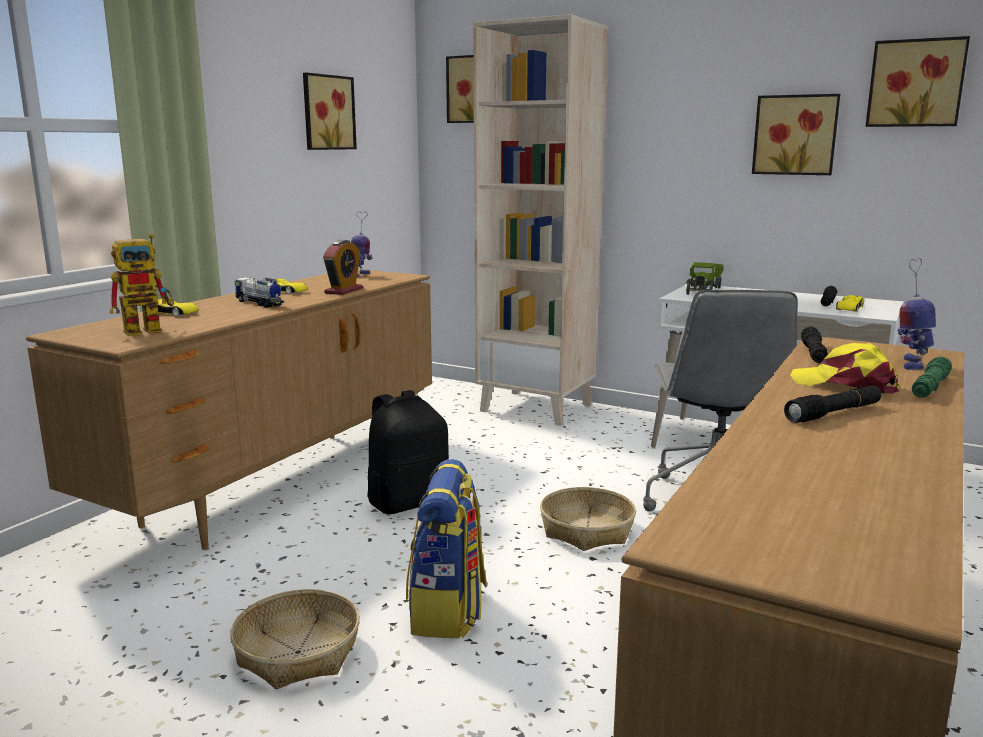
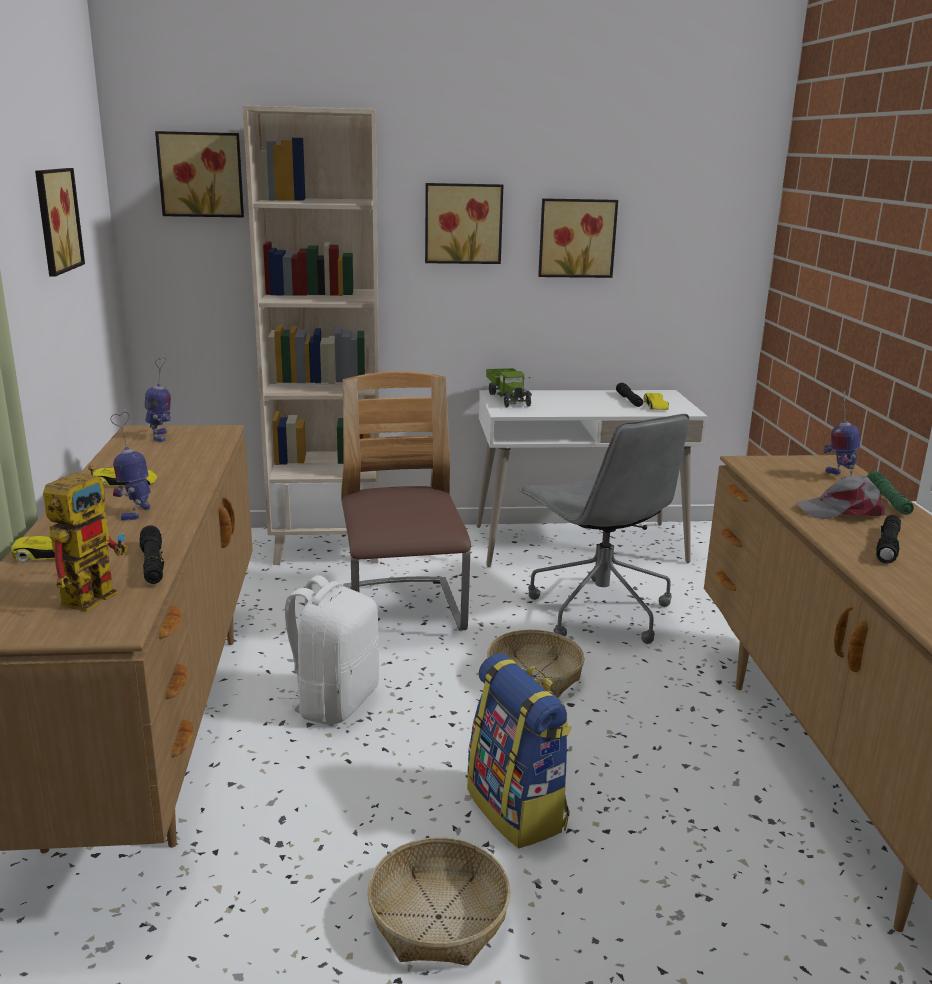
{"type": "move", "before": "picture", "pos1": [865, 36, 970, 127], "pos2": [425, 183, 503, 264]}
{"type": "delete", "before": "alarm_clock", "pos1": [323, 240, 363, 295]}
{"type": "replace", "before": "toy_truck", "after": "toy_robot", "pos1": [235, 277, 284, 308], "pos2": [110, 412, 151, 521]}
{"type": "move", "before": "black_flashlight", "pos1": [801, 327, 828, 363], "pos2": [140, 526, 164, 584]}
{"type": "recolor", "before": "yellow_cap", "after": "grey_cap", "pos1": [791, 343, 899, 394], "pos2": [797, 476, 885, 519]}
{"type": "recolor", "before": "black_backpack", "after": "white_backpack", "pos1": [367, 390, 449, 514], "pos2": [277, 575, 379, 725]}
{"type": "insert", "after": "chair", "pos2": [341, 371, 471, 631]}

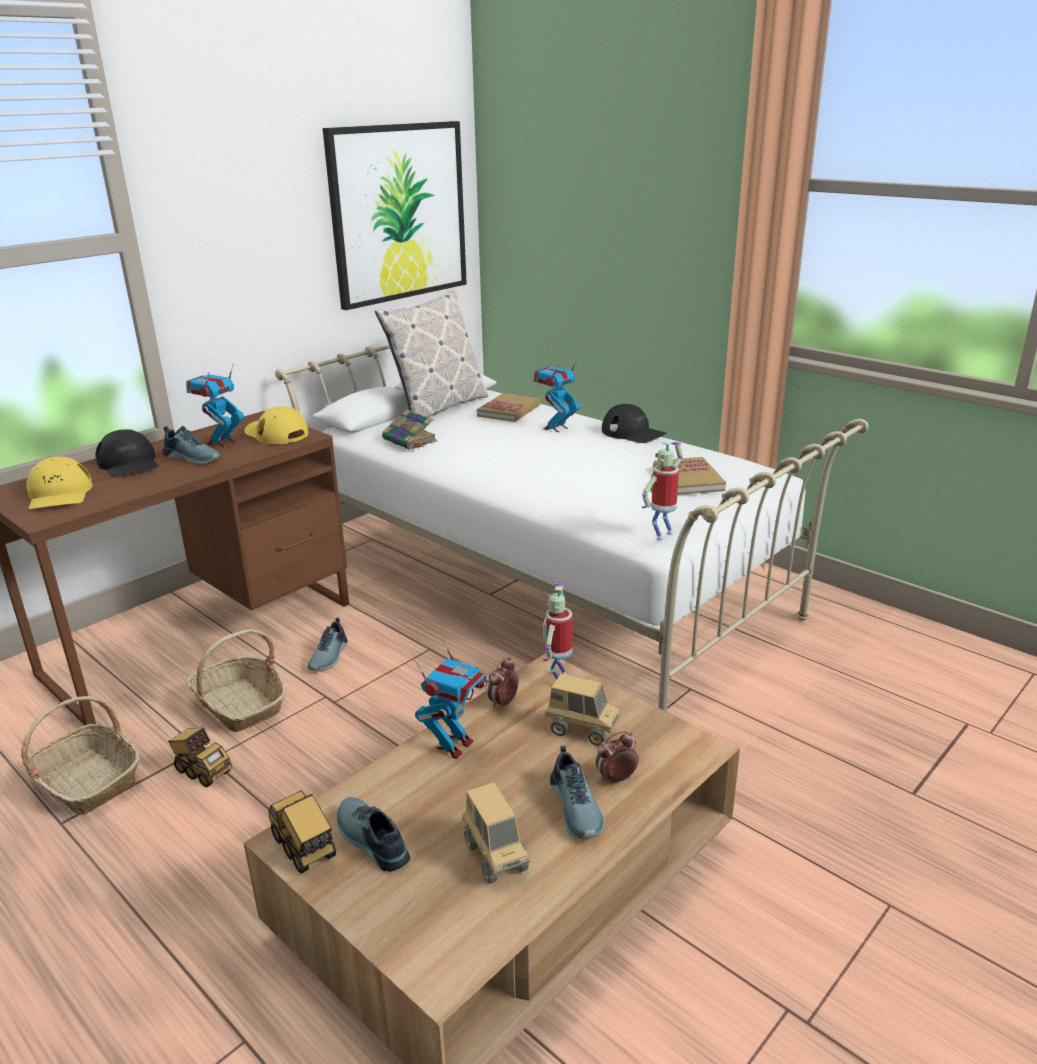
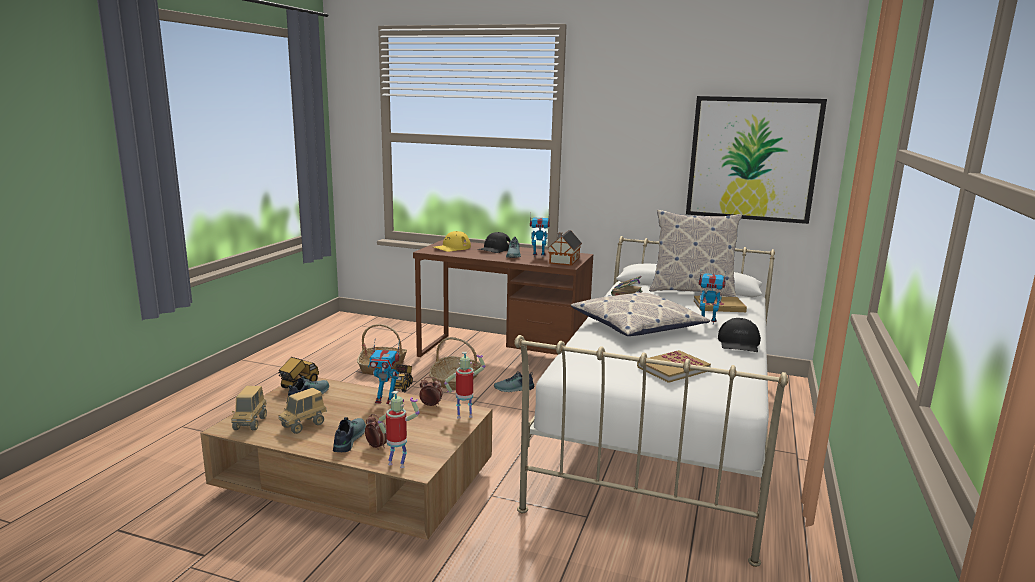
{"type": "replace", "before": "yellow_cap", "after": "toy_house", "pos1": [244, 406, 308, 444], "pos2": [547, 230, 582, 266]}
{"type": "move", "before": "toy_robot", "pos1": [642, 441, 683, 541], "pos2": [378, 391, 420, 468]}
{"type": "move", "before": "toy_truck", "pos1": [545, 674, 620, 746], "pos2": [231, 386, 267, 430]}
{"type": "rotate", "before": "shoe", "pos1": [550, 746, 604, 839], "pos2": [333, 417, 366, 452], "turn": 135}
{"type": "insert", "after": "pillow", "pos2": [571, 292, 710, 336]}

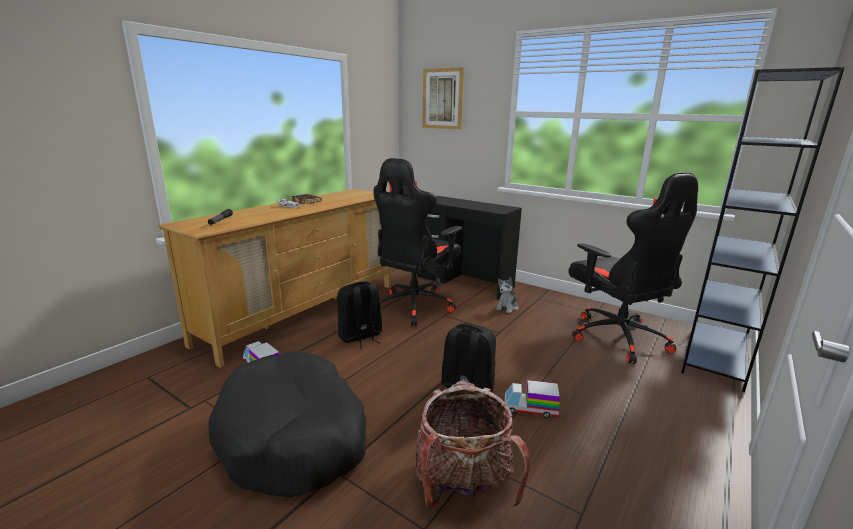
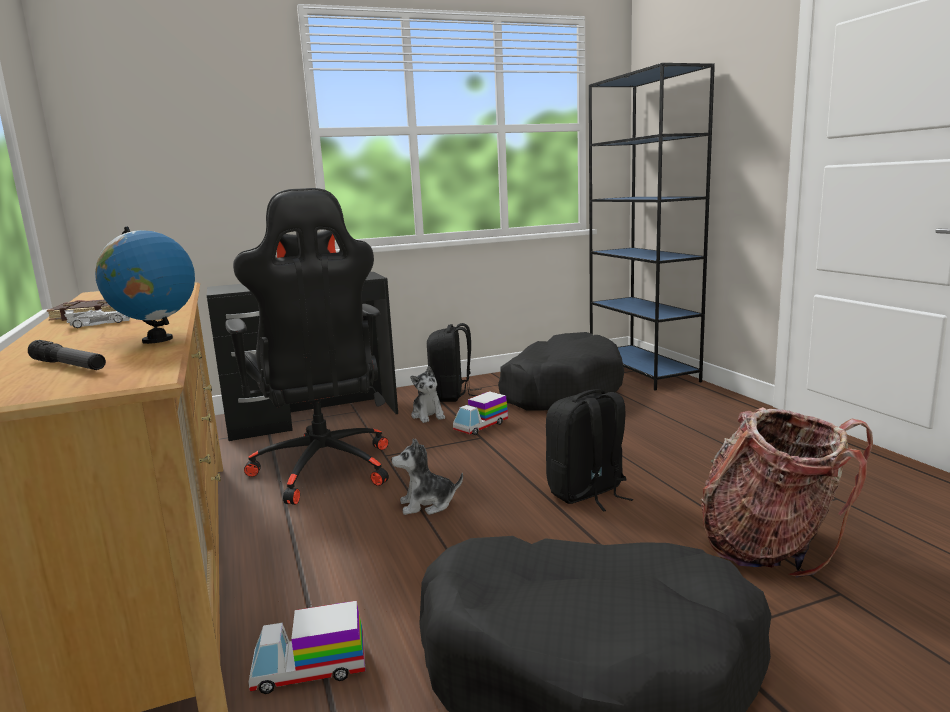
{"type": "delete", "before": "picture", "pos1": [422, 67, 464, 129]}
{"type": "replace", "before": "black_office_chair", "after": "black_dog_bed", "pos1": [568, 172, 698, 364], "pos2": [498, 332, 624, 411]}
{"type": "move", "before": "black_backpack", "pos1": [337, 281, 383, 349], "pos2": [427, 323, 482, 402]}
{"type": "move", "before": "toy_truck", "pos1": [505, 380, 560, 418], "pos2": [453, 391, 508, 435]}
{"type": "insert", "after": "globe", "pos2": [95, 227, 195, 344]}
{"type": "insert", "after": "plush_toy", "pos2": [391, 438, 463, 515]}

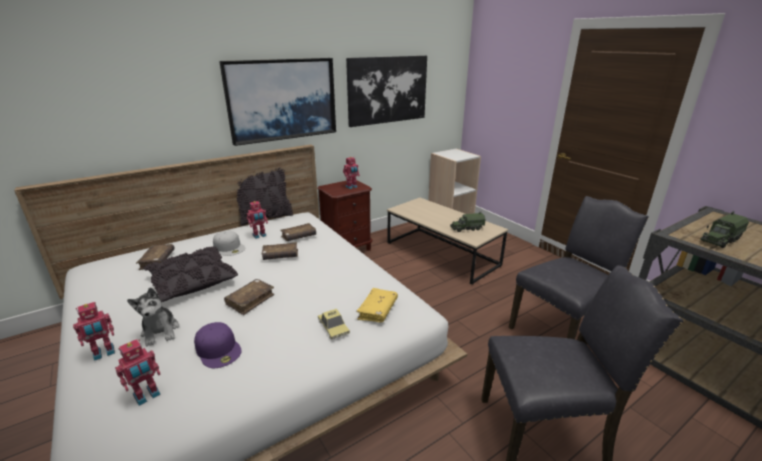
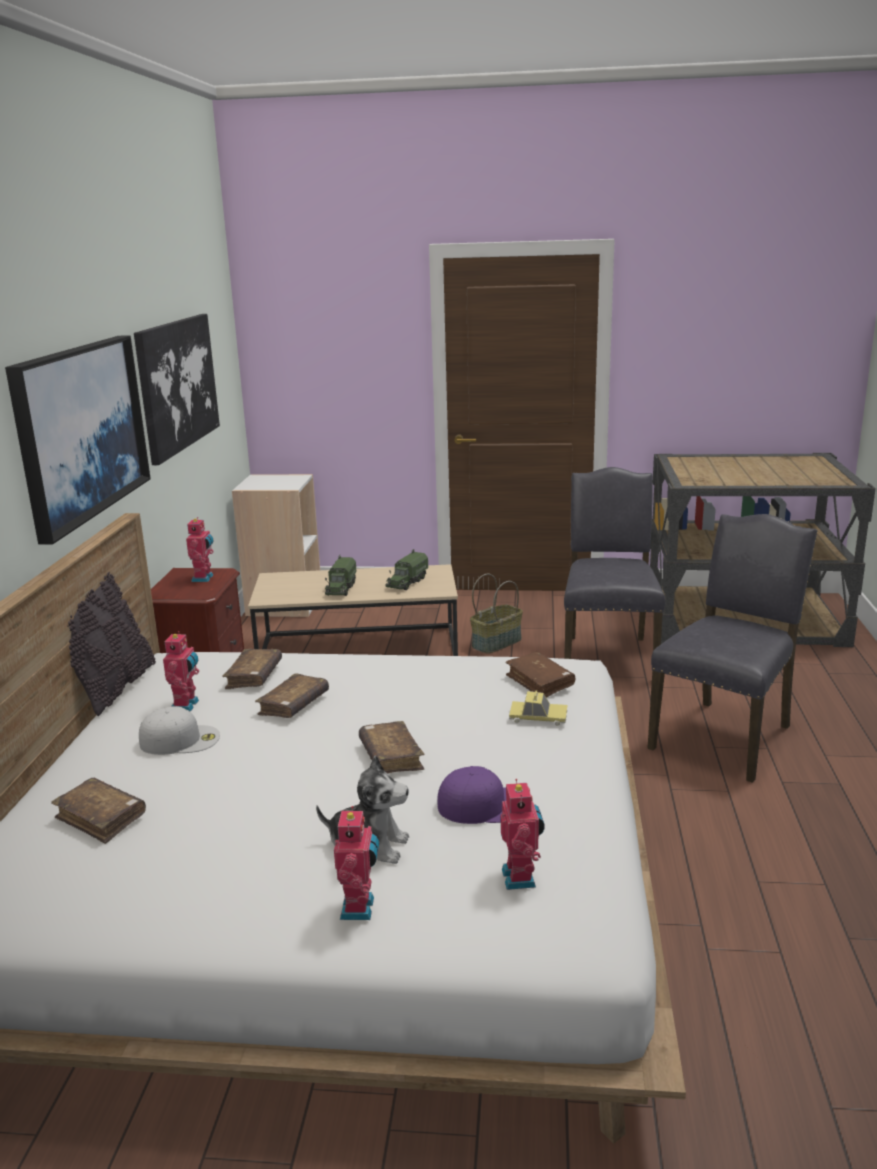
{"type": "move", "before": "toy_truck", "pos1": [700, 211, 749, 248], "pos2": [325, 555, 357, 596]}
{"type": "delete", "before": "black_pillow", "pos1": [143, 246, 238, 302]}
{"type": "recolor", "before": "yellow_book", "after": "brown_book", "pos1": [356, 288, 398, 323], "pos2": [506, 652, 575, 698]}
{"type": "insert", "after": "basket", "pos2": [470, 574, 523, 654]}

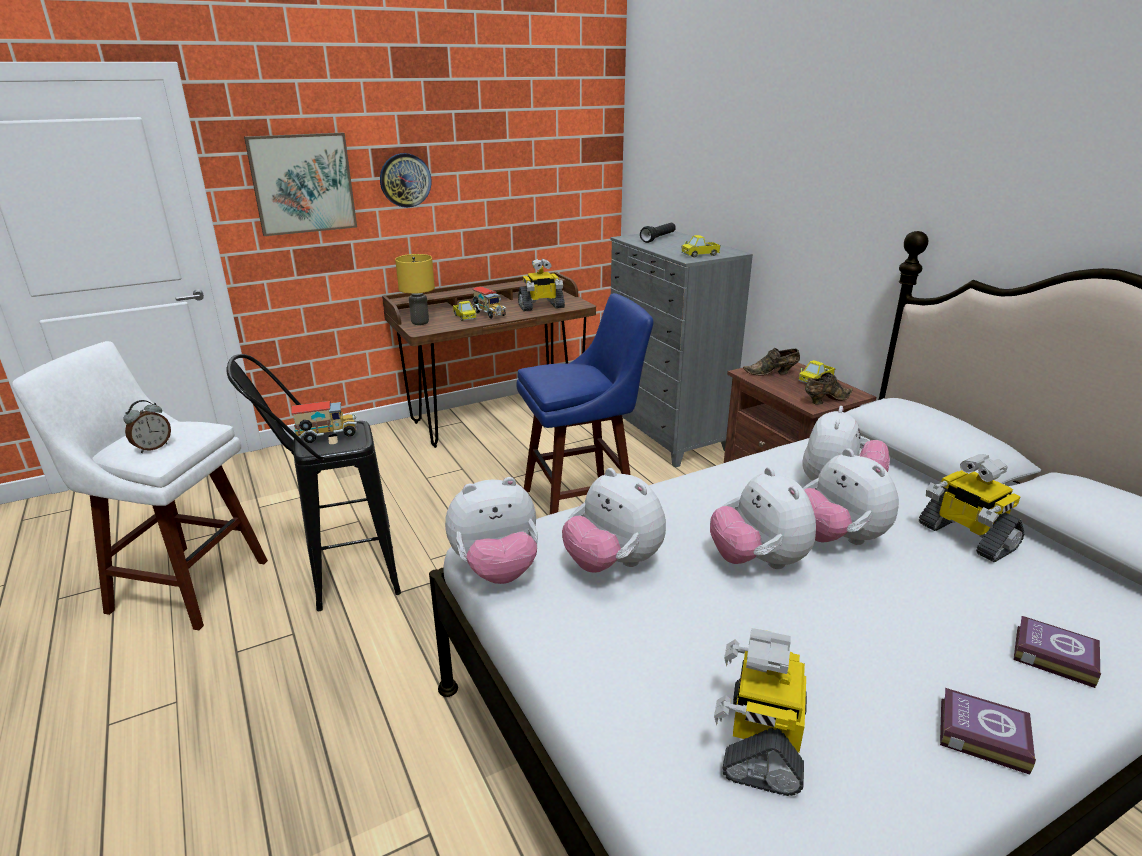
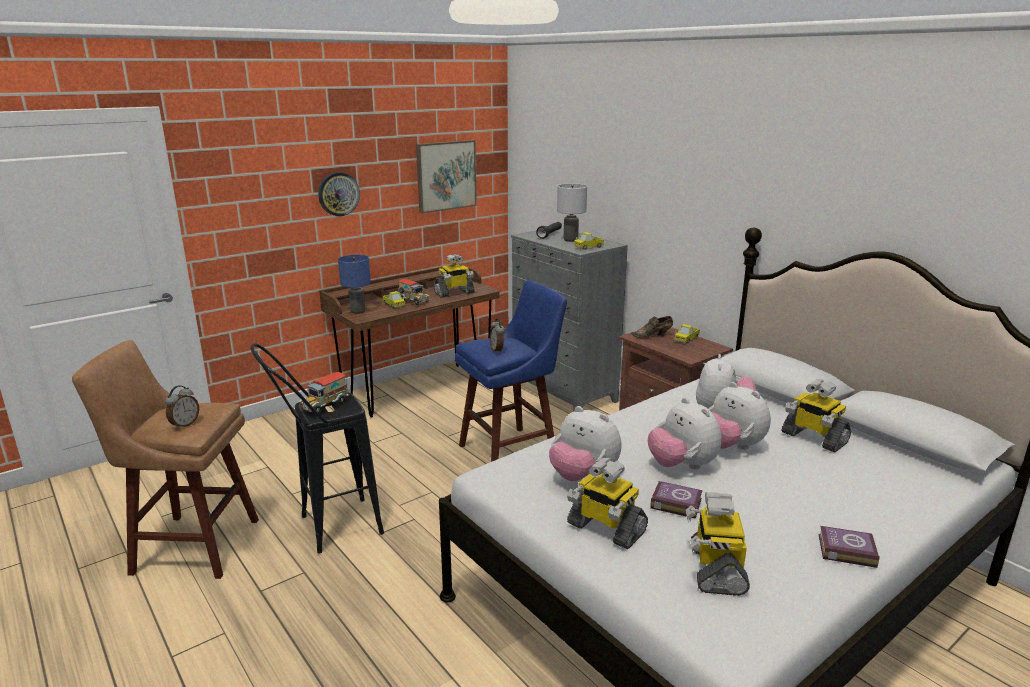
{"type": "move", "before": "picture", "pos1": [244, 133, 357, 236], "pos2": [416, 140, 477, 213]}
{"type": "recolor", "before": "yellow_table_lamp", "after": "blue_table_lamp", "pos1": [395, 254, 435, 325], "pos2": [338, 255, 371, 314]}
{"type": "recolor", "before": "white_stool", "after": "brown_stool", "pos1": [12, 341, 268, 630], "pos2": [72, 340, 259, 579]}
{"type": "delete", "before": "brown_shoe", "pos1": [805, 372, 853, 405]}
{"type": "rotate", "before": "toy_truck", "pos1": [291, 401, 357, 443], "pos2": [299, 372, 349, 413], "turn": 150}
{"type": "delete", "before": "plush_toy", "pos1": [445, 477, 538, 584]}
{"type": "move", "before": "book", "pos1": [1013, 616, 1101, 688], "pos2": [650, 481, 703, 519]}
{"type": "insert", "after": "white_table_lamp", "pos2": [557, 183, 587, 242]}
{"type": "insert", "after": "alarm_clock", "pos2": [490, 319, 505, 354]}
{"type": "insert", "after": "toy_robot", "pos2": [567, 458, 648, 549]}

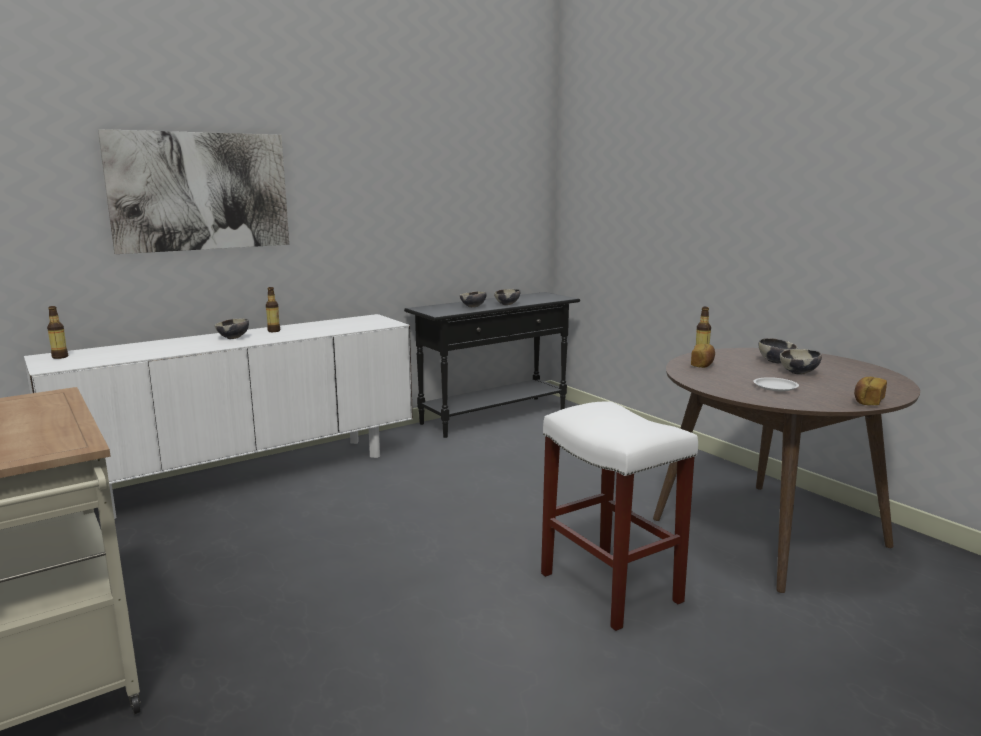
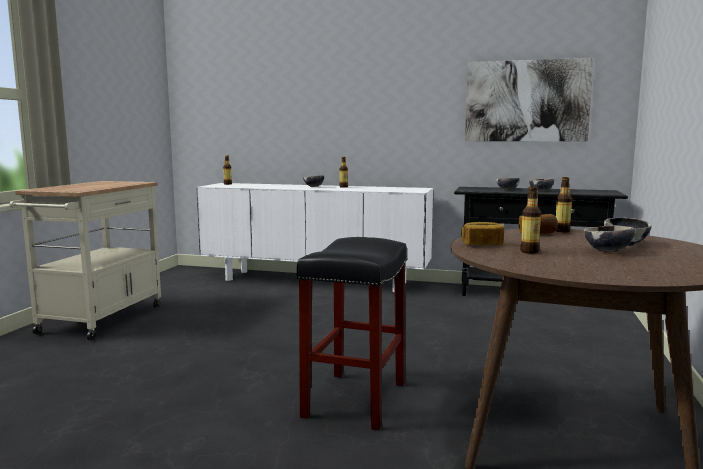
{"type": "move", "before": "picture", "pos1": [98, 129, 289, 254], "pos2": [465, 58, 594, 141]}
{"type": "replace", "before": "white_plate", "after": "bottle", "pos1": [754, 377, 799, 391], "pos2": [520, 186, 541, 253]}
{"type": "move", "before": "bread", "pos1": [854, 377, 887, 405], "pos2": [461, 222, 504, 245]}
{"type": "recolor", "before": "white_stool", "after": "black_stool", "pos1": [541, 402, 698, 631], "pos2": [296, 237, 407, 430]}

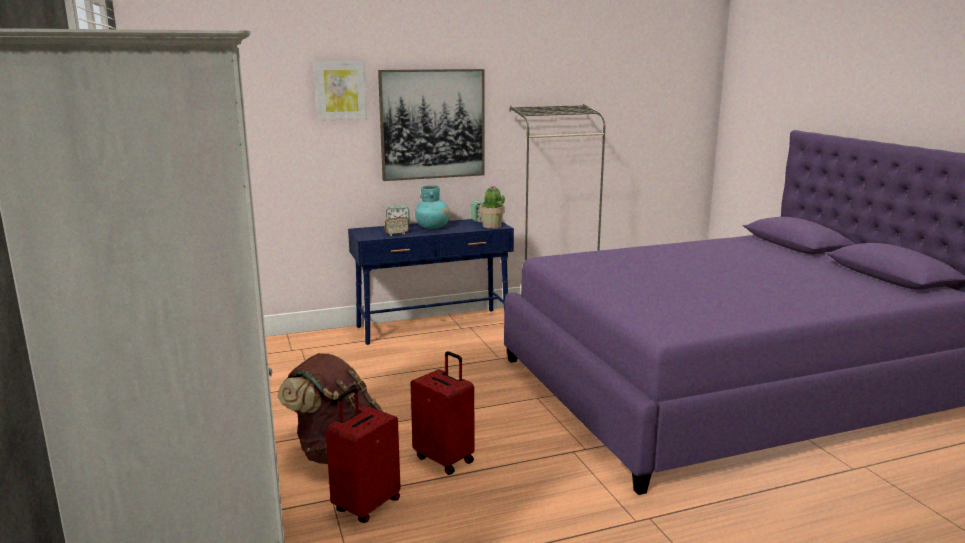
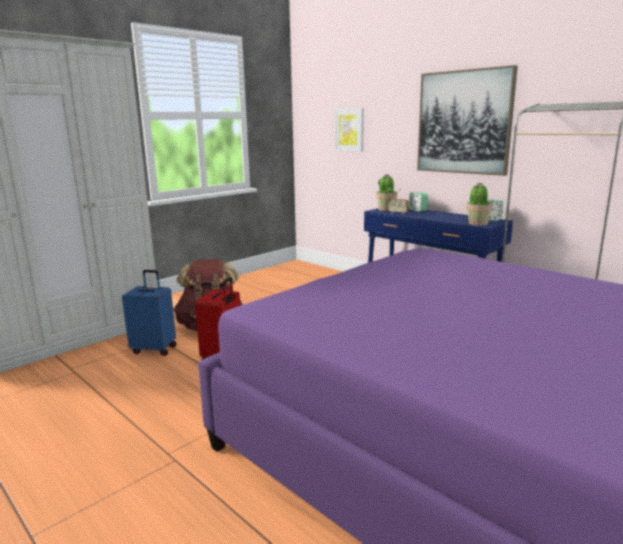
{"type": "move", "before": "picture", "pos1": [314, 61, 367, 121], "pos2": [335, 108, 364, 152]}
{"type": "delete", "before": "turquoise_vase", "pos1": [415, 185, 450, 229]}
{"type": "recolor", "before": "red_suitcase", "after": "blue_suitcase", "pos1": [326, 387, 401, 523], "pos2": [122, 270, 177, 356]}
{"type": "insert", "after": "potted_plant", "pos2": [376, 174, 397, 211]}

